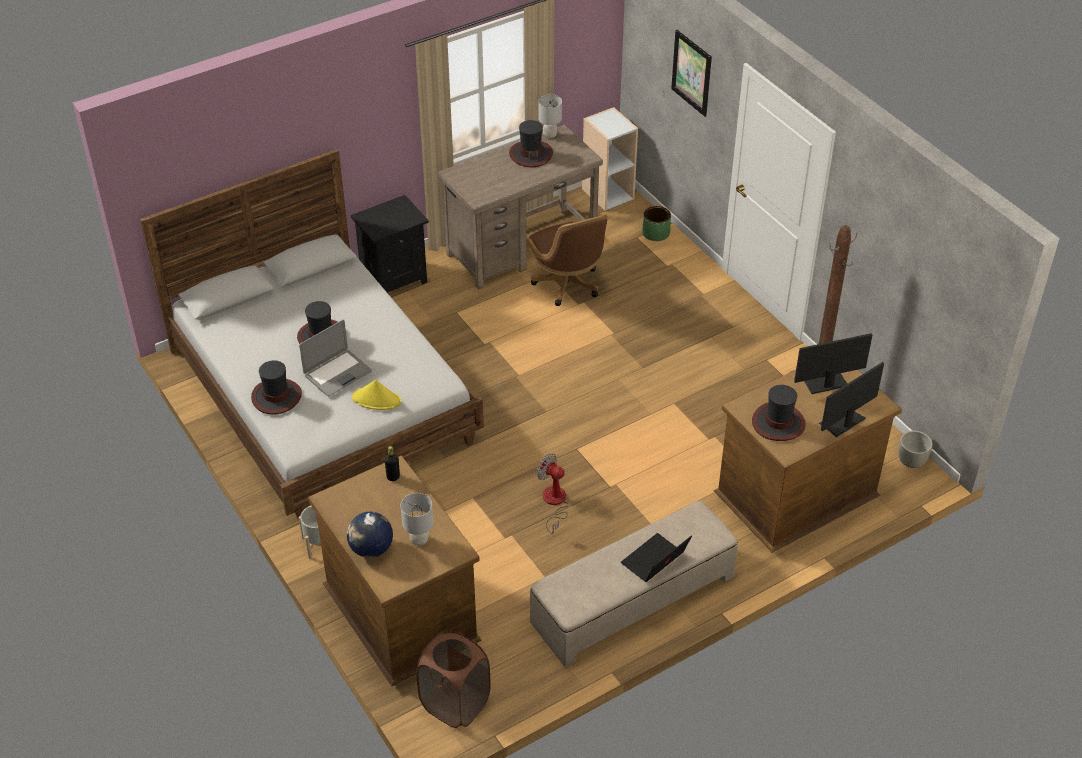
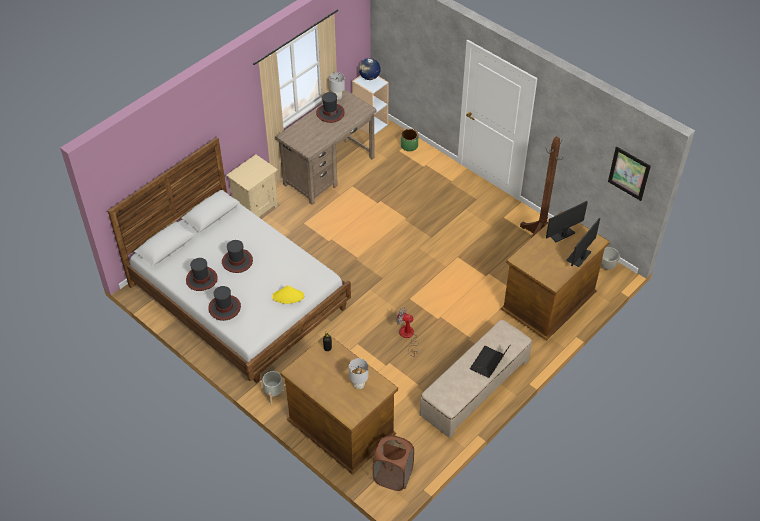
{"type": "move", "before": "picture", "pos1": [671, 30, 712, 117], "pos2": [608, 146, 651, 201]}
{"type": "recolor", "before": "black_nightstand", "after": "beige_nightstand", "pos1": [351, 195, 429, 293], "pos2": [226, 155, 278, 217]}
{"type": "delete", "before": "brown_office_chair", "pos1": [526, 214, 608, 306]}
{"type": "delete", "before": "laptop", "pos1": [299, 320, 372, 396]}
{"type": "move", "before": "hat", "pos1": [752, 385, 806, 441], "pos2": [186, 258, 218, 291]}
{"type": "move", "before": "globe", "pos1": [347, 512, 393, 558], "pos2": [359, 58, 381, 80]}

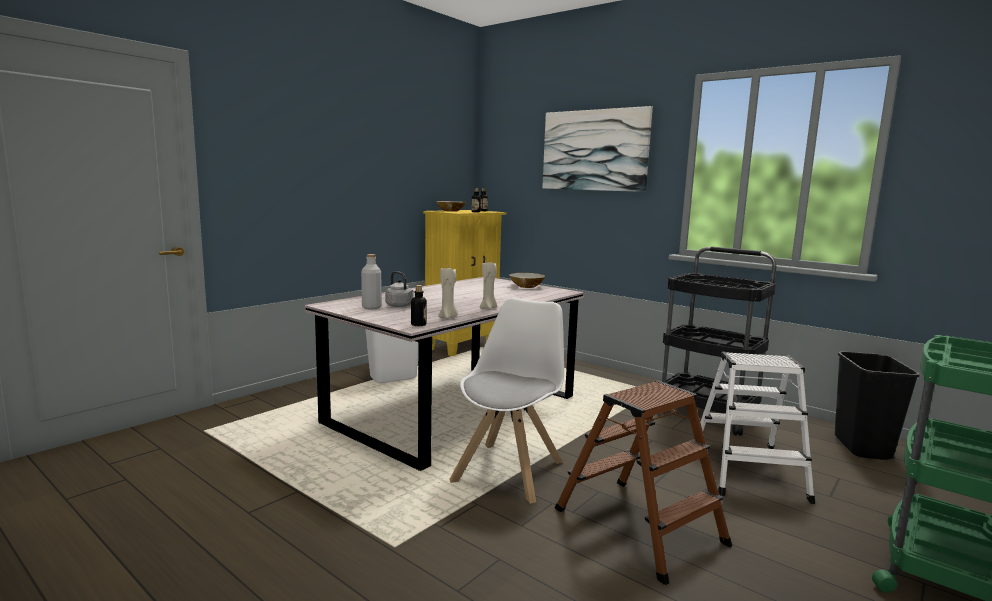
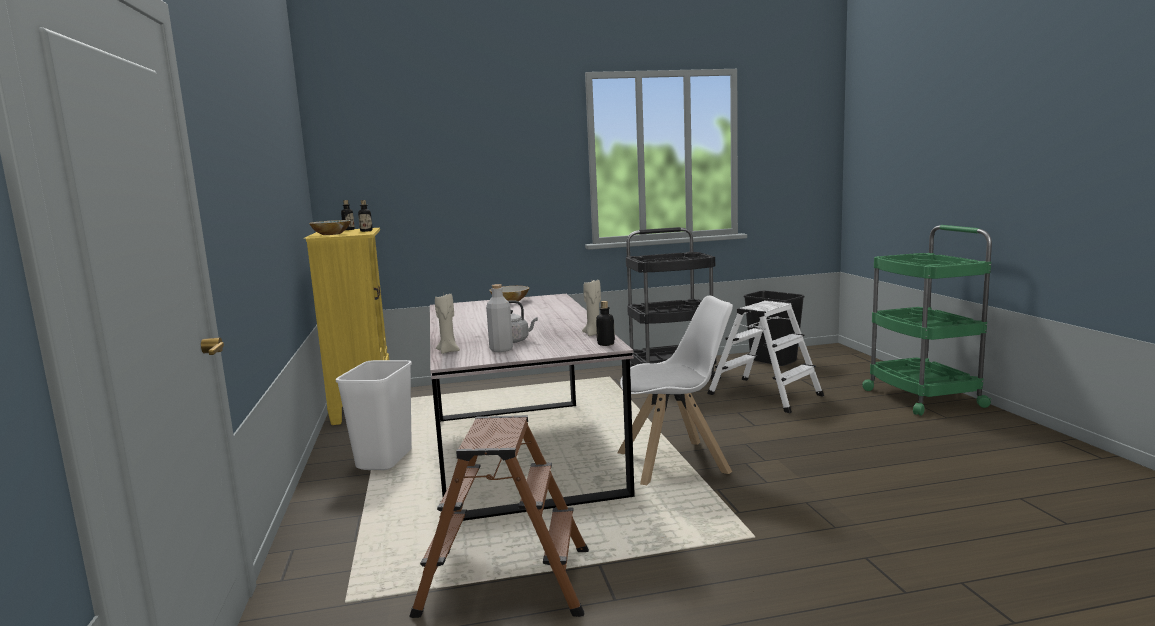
{"type": "delete", "before": "picture", "pos1": [542, 106, 653, 192]}
{"type": "move", "before": "beige_candle", "pos1": [480, 261, 497, 309], "pos2": [435, 294, 460, 354]}
{"type": "rotate", "before": "chair", "pos1": [449, 298, 564, 504], "pos2": [617, 296, 733, 485], "turn": 105}
{"type": "move", "before": "brown_step_ladder", "pos1": [555, 380, 732, 585], "pos2": [409, 415, 589, 618]}

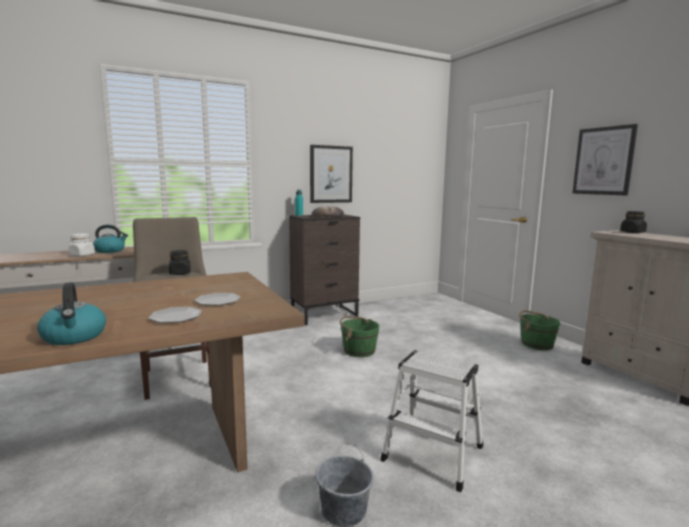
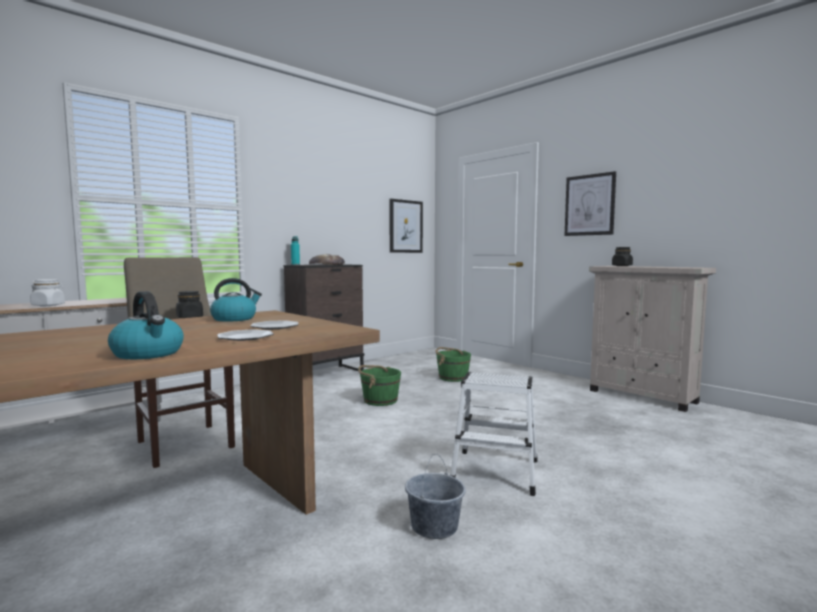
{"type": "move", "before": "picture", "pos1": [310, 145, 353, 203], "pos2": [389, 199, 423, 253]}
{"type": "move", "before": "kettle", "pos1": [93, 225, 128, 253], "pos2": [210, 278, 262, 322]}
{"type": "move", "before": "green_bucket", "pos1": [519, 310, 560, 350], "pos2": [435, 347, 471, 382]}

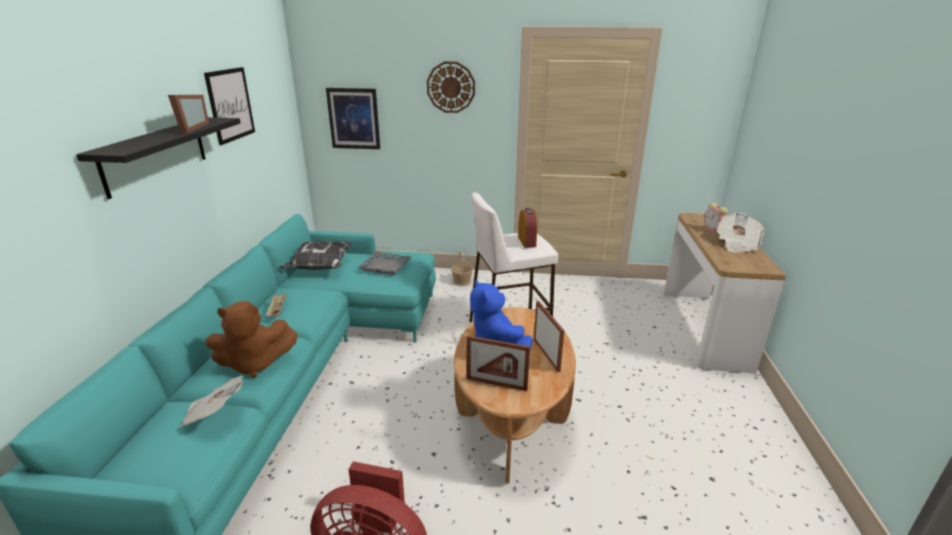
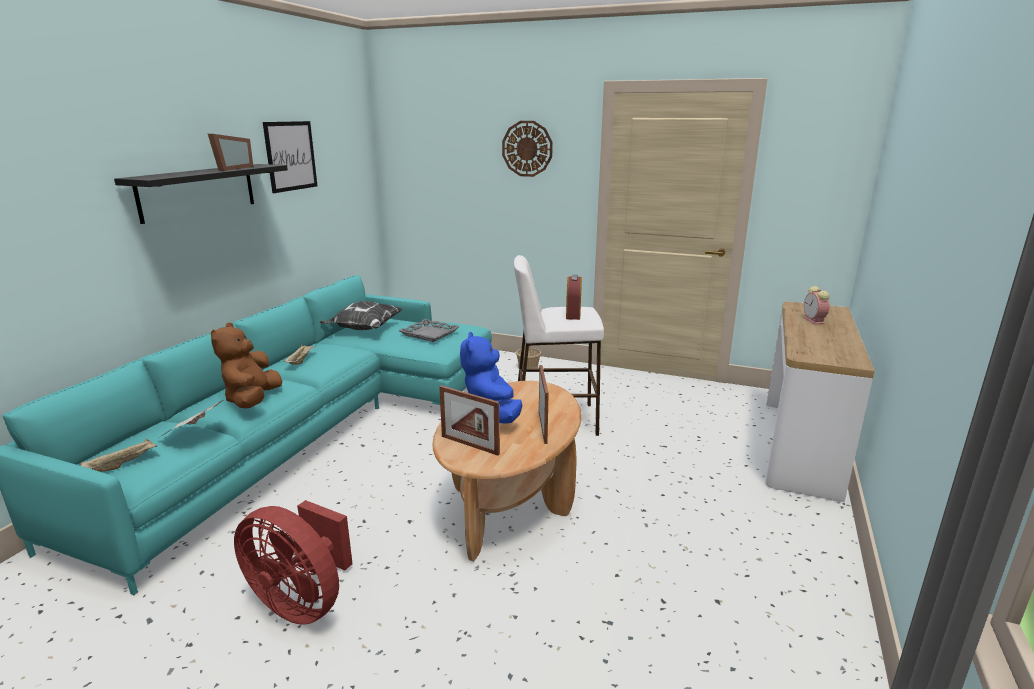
{"type": "delete", "before": "picture", "pos1": [326, 88, 380, 149]}
{"type": "delete", "before": "newspaper", "pos1": [716, 212, 765, 252]}
{"type": "rotate", "before": "brown_plush_toy", "pos1": [205, 301, 298, 378], "pos2": [211, 322, 282, 408], "turn": 90}
{"type": "insert", "after": "beige_tray", "pos2": [80, 439, 157, 472]}

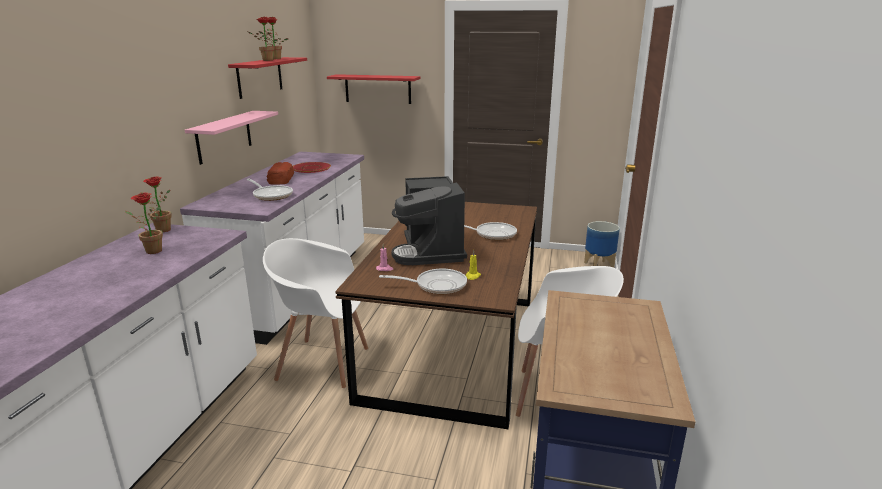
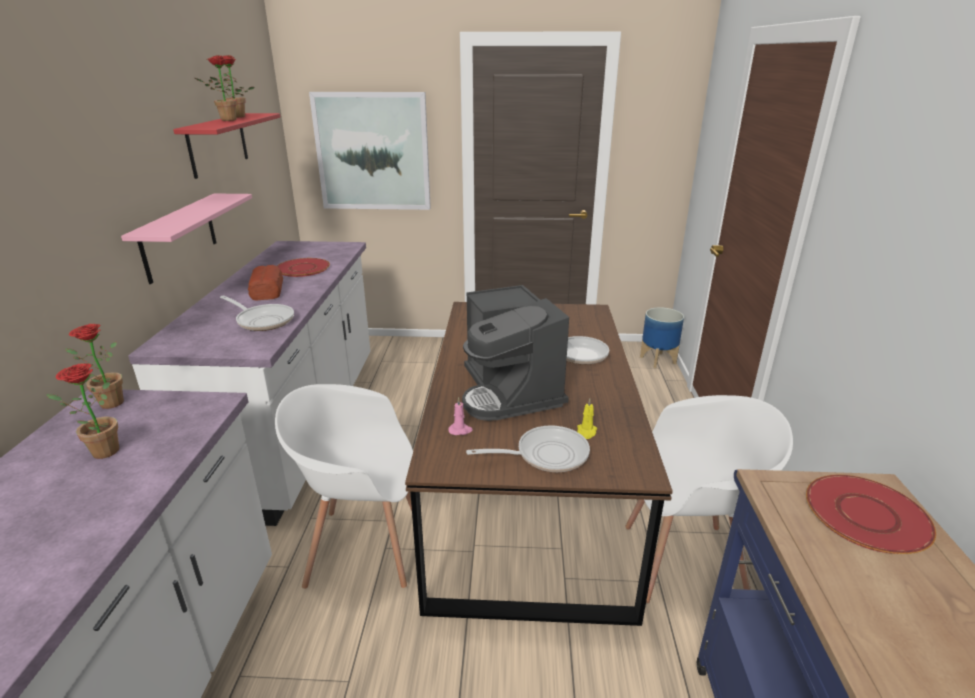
{"type": "replace", "before": "red_shelf", "after": "picture", "pos1": [327, 74, 420, 104], "pos2": [309, 92, 431, 210]}
{"type": "insert", "after": "red_plate", "pos2": [806, 475, 936, 554]}

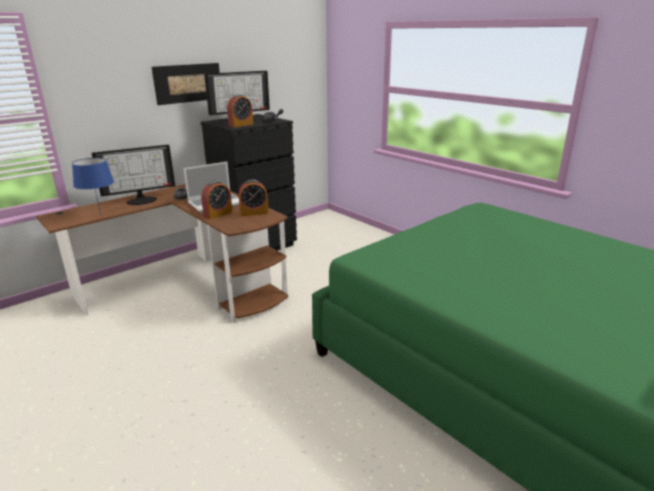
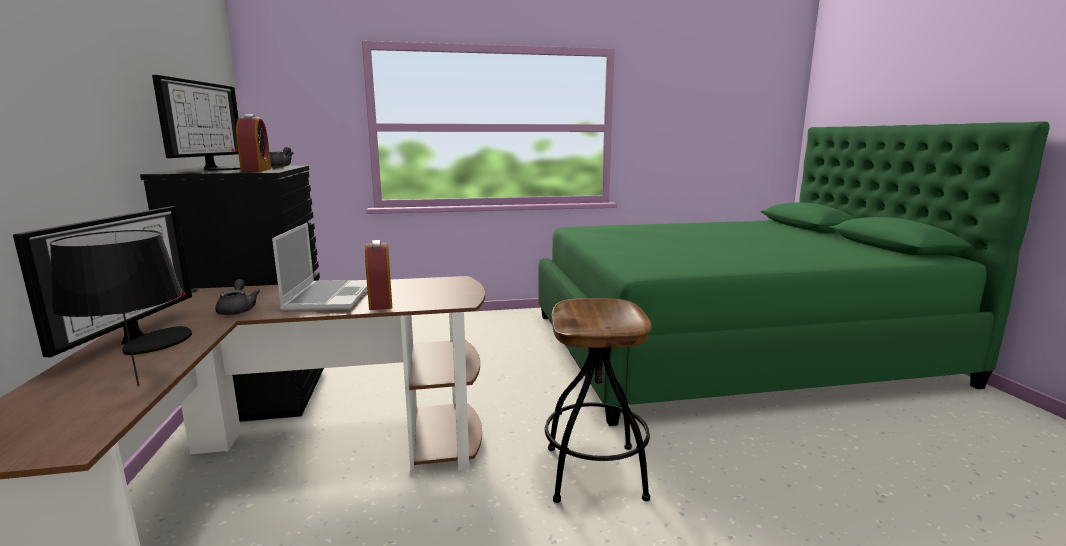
{"type": "delete", "before": "picture", "pos1": [151, 63, 220, 105]}
{"type": "recolor", "before": "blue_table_lamp", "after": "black_table_lamp", "pos1": [72, 158, 114, 214], "pos2": [50, 230, 183, 387]}
{"type": "delete", "before": "alarm_clock", "pos1": [239, 179, 269, 216]}
{"type": "insert", "after": "brown_stool", "pos2": [545, 298, 652, 503]}

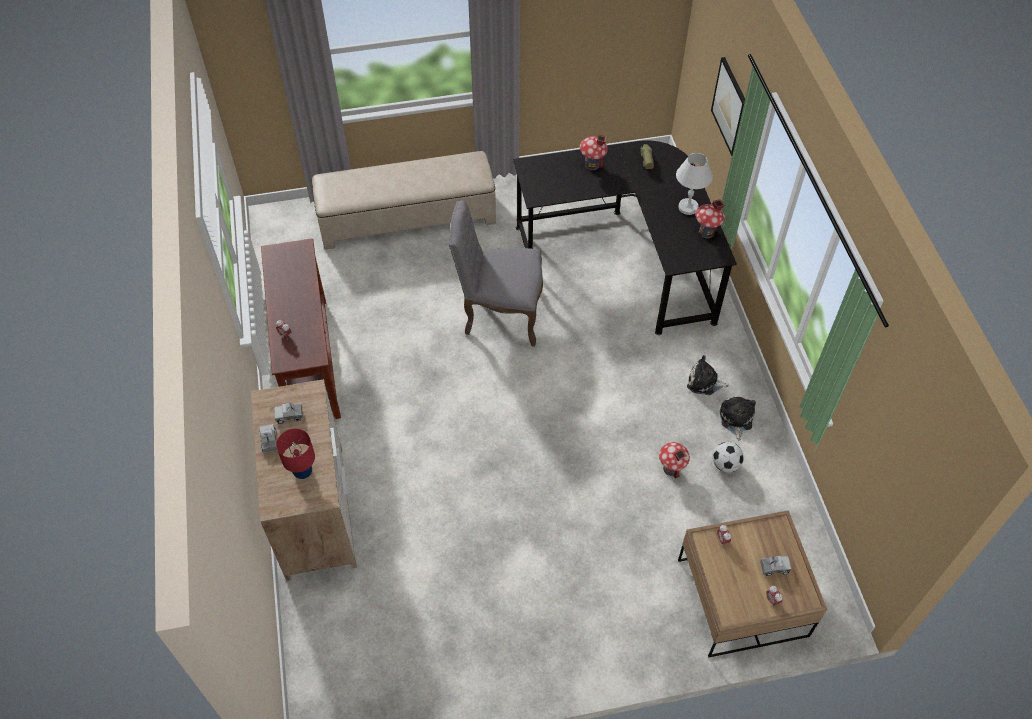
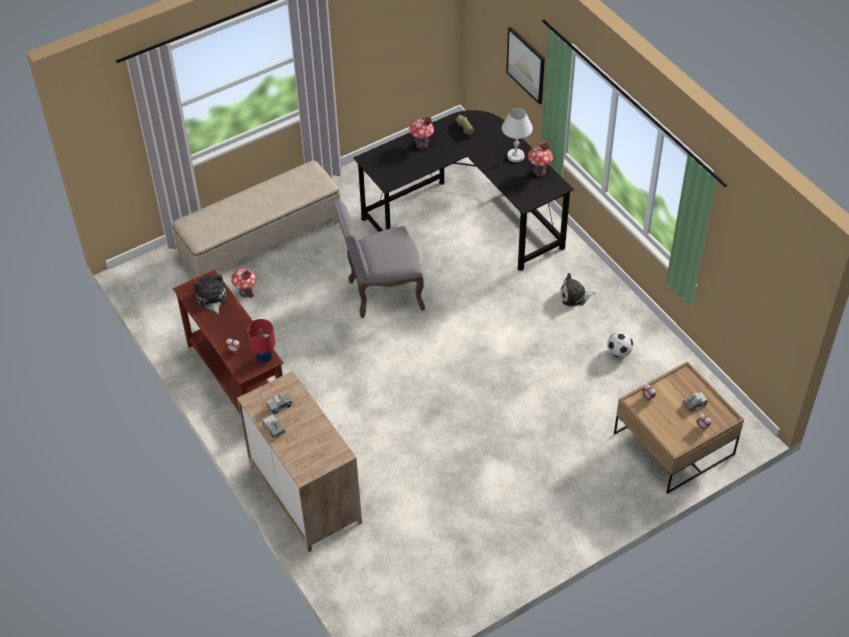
{"type": "move", "before": "plush_toy", "pos1": [719, 396, 756, 441], "pos2": [193, 275, 227, 314]}
{"type": "move", "before": "red_table_lamp", "pos1": [276, 428, 315, 479], "pos2": [247, 319, 275, 363]}
{"type": "move", "before": "toy_house", "pos1": [659, 442, 690, 479], "pos2": [231, 268, 256, 298]}

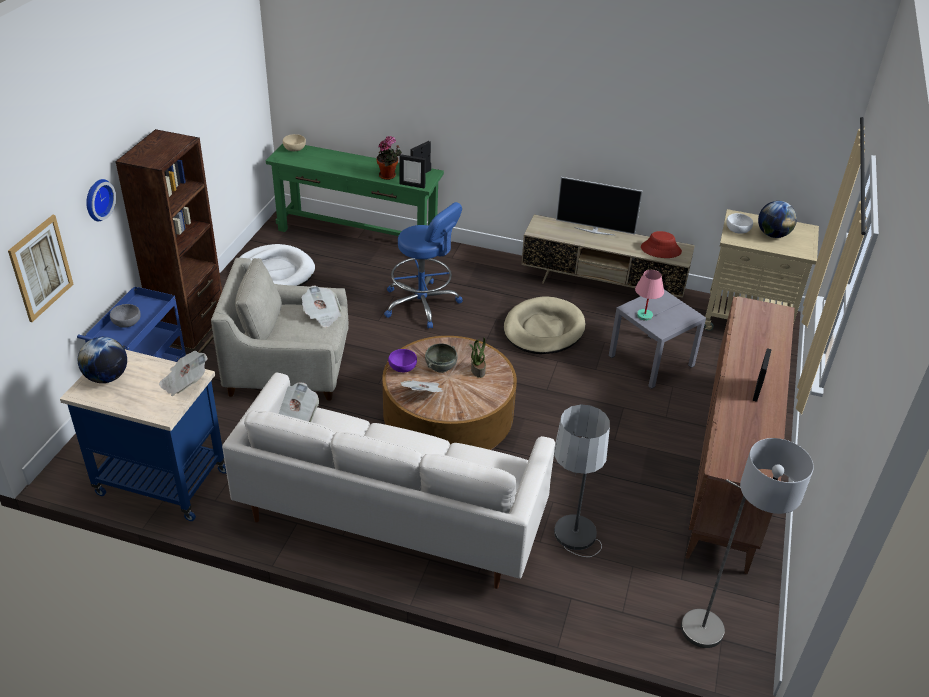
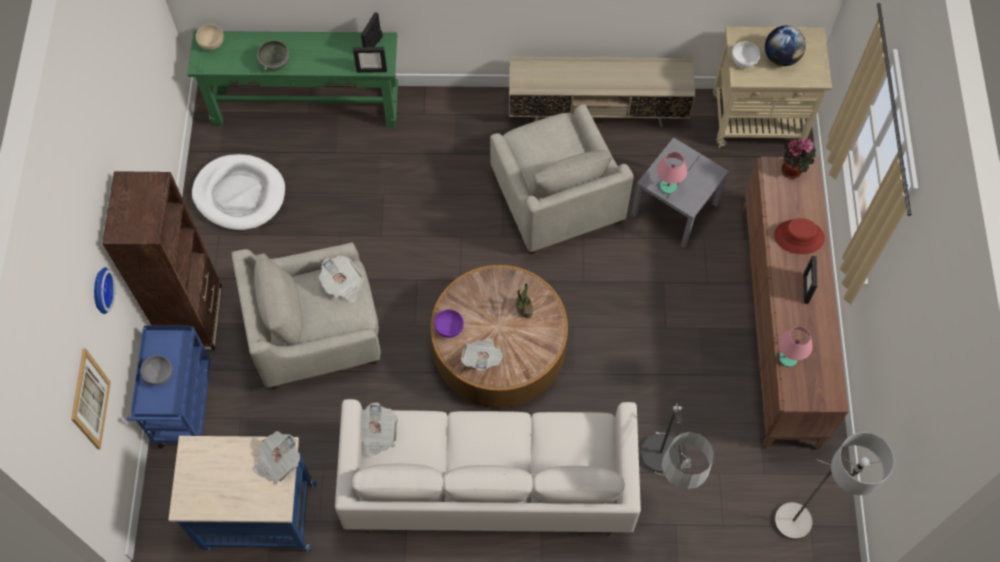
{"type": "move", "before": "potted_plant", "pos1": [377, 136, 402, 180], "pos2": [782, 138, 816, 179]}
{"type": "delete", "before": "television", "pos1": [556, 177, 643, 235]}
{"type": "delete", "before": "blue_stool", "pos1": [384, 202, 463, 329]}
{"type": "move", "before": "red_hat", "pos1": [641, 231, 682, 258], "pos2": [774, 218, 825, 254]}
{"type": "replace", "before": "beige_dog_bed", "after": "beige_armchair", "pos1": [504, 296, 585, 354], "pos2": [490, 104, 634, 254]}
{"type": "delete", "before": "globe", "pos1": [78, 337, 127, 383]}
{"type": "move", "before": "grey_bowl", "pos1": [425, 344, 457, 373], "pos2": [257, 40, 289, 71]}
{"type": "insert", "after": "pink_table_lamp", "pos2": [779, 326, 813, 367]}

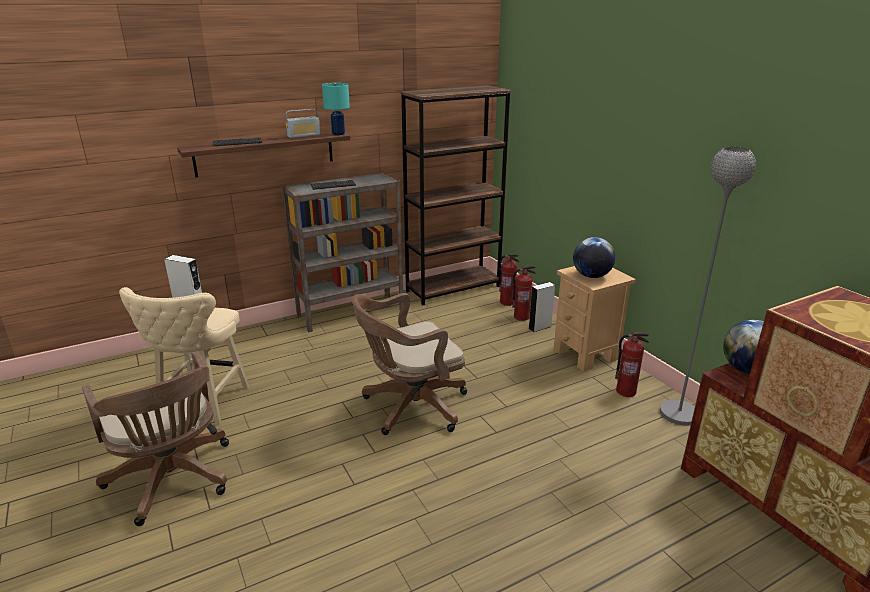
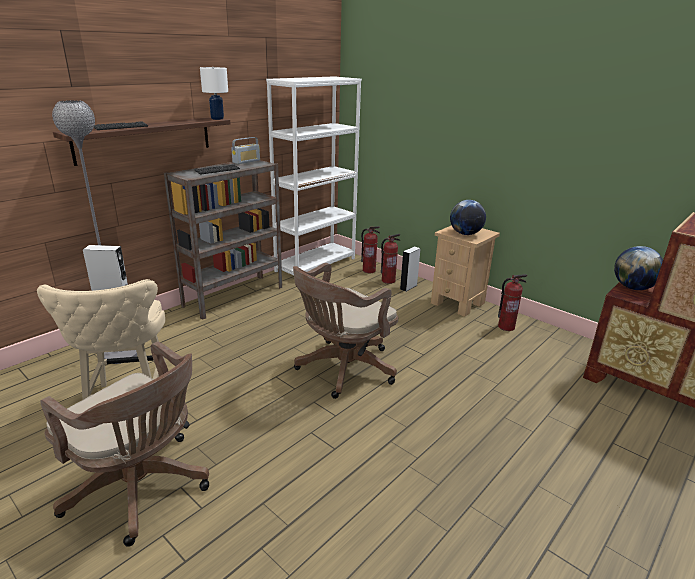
{"type": "recolor", "before": "turquoise_table_lamp", "after": "white_table_lamp", "pos1": [322, 83, 350, 135], "pos2": [200, 67, 228, 120]}
{"type": "recolor", "before": "brown_bookcase", "after": "white_bookcase", "pos1": [401, 85, 511, 305], "pos2": [266, 76, 362, 275]}
{"type": "move", "before": "radio", "pos1": [285, 109, 320, 138], "pos2": [231, 137, 260, 164]}
{"type": "move", "before": "grey_floor_lamp", "pos1": [660, 147, 756, 425], "pos2": [52, 100, 138, 364]}

